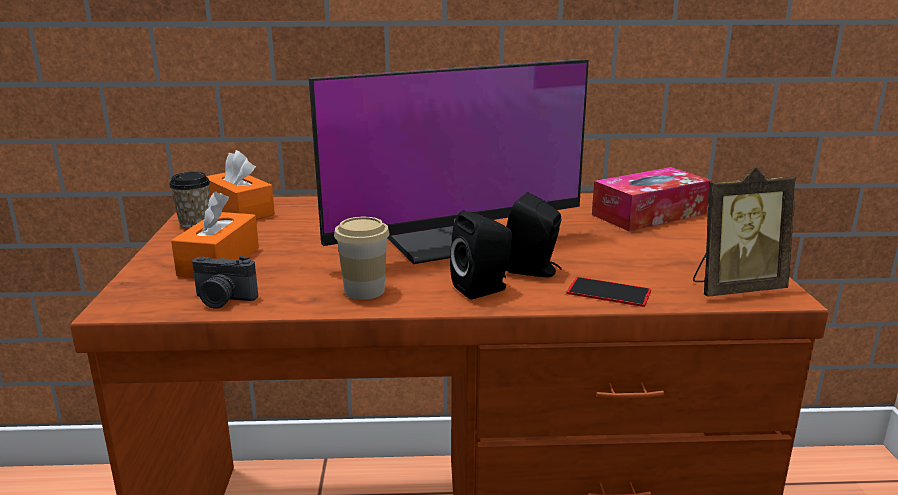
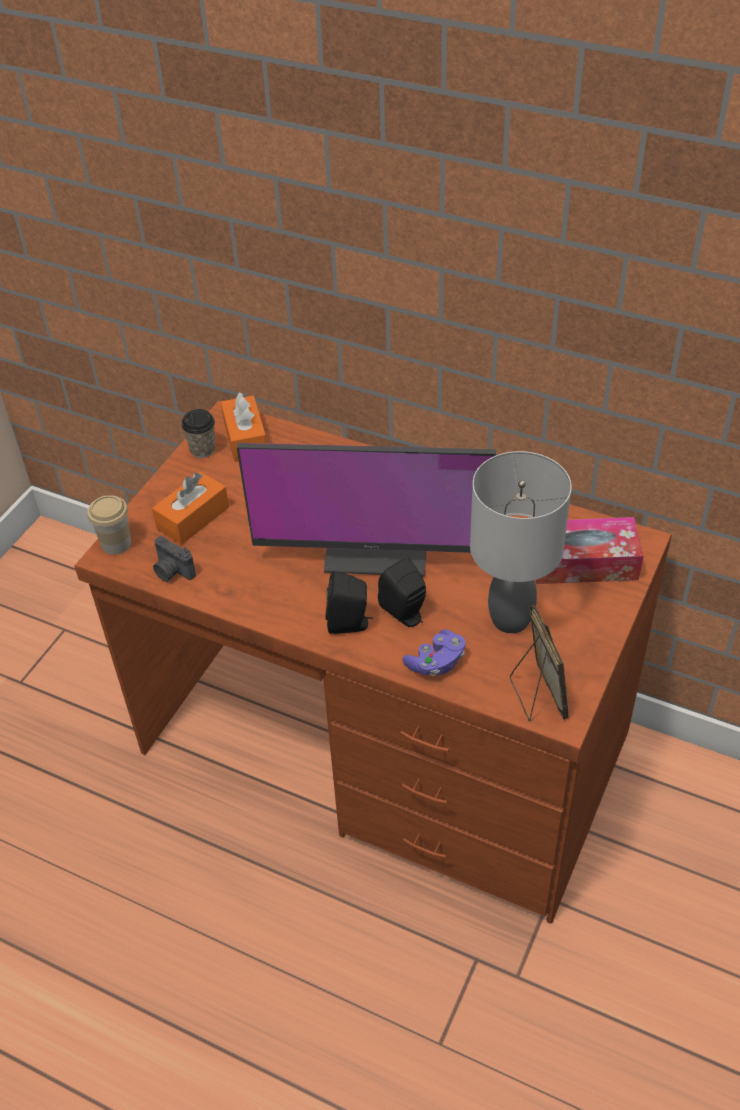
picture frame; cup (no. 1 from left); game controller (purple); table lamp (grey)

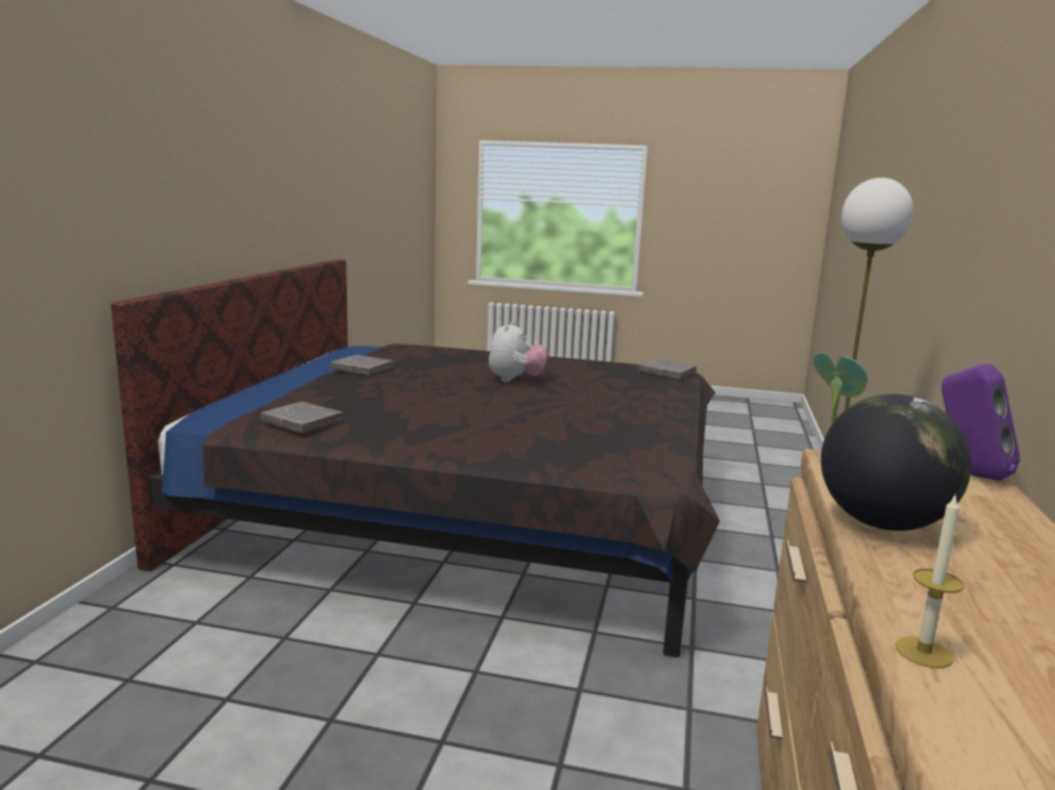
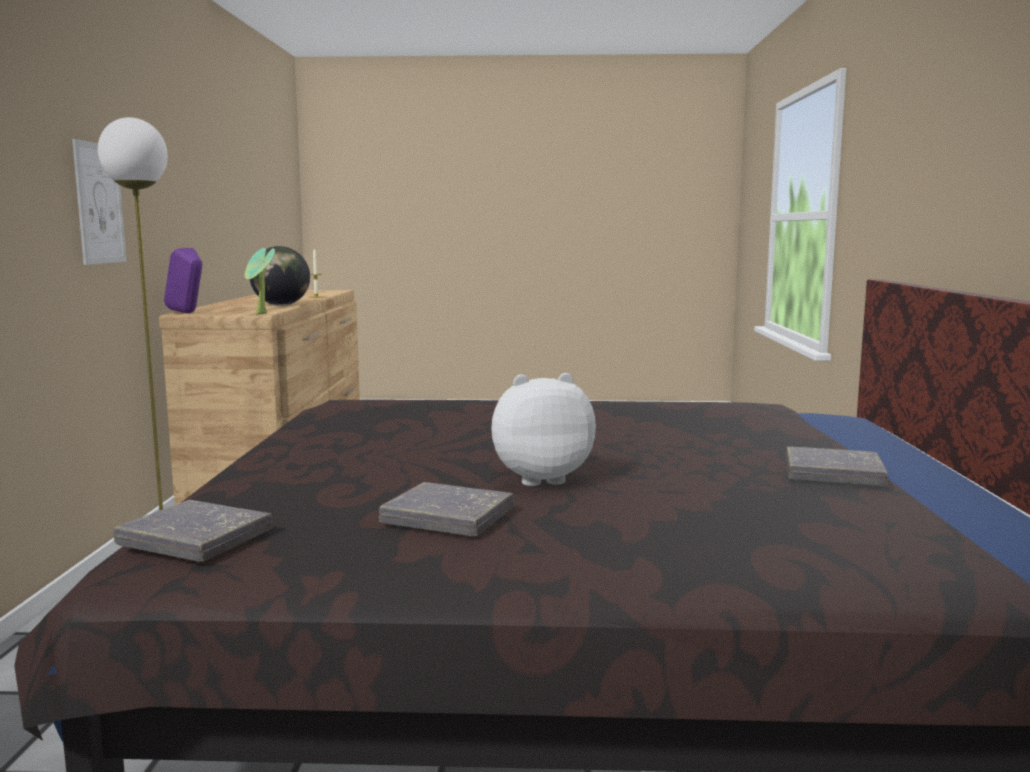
plush toy; book (grey) (no. 2 from left); picture

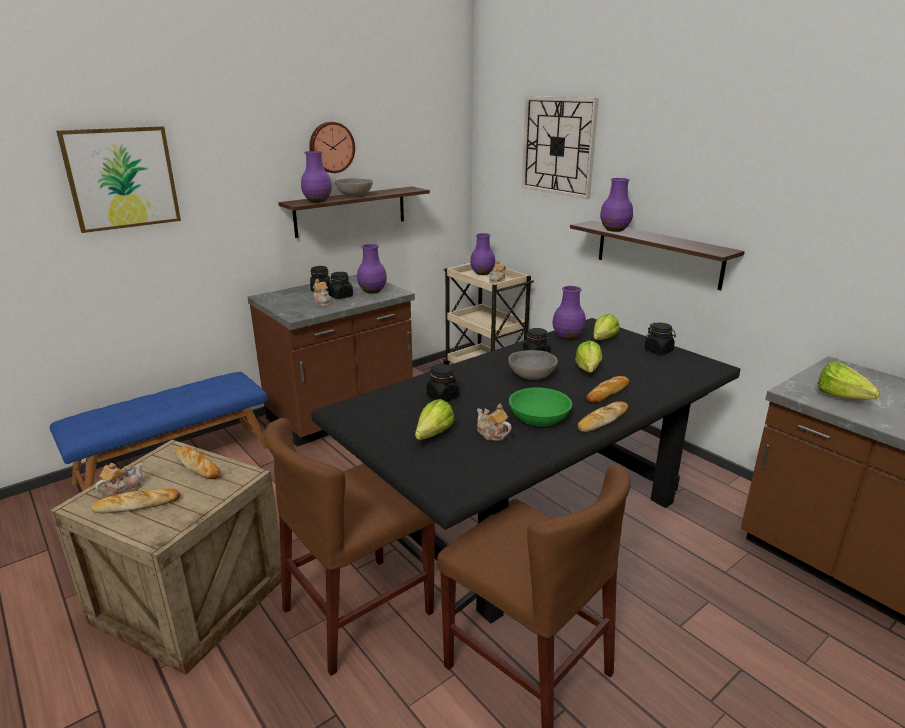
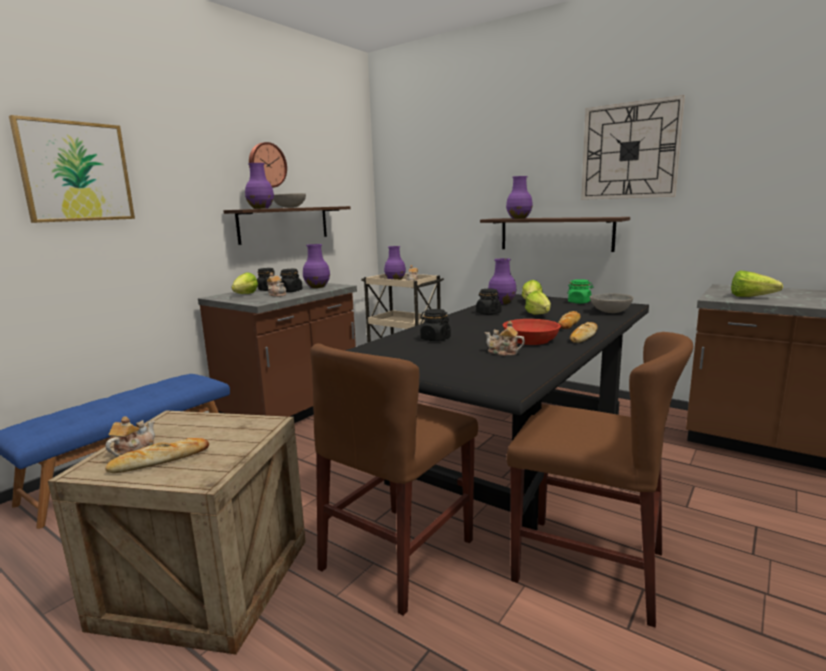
wall clock (no. 2 from left); jar (green); bowl (grey) (no. 2 from left); bowl (red); lettuce (no. 1 from left); bread (no. 2 from left in the first image)

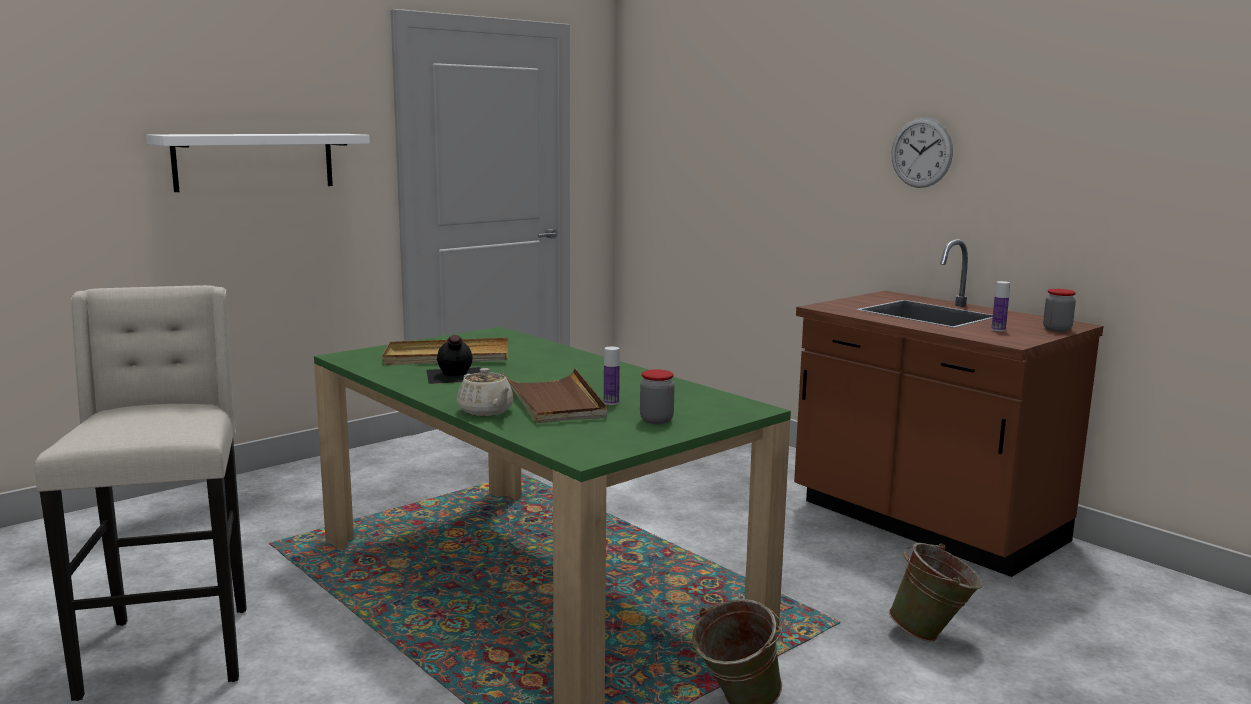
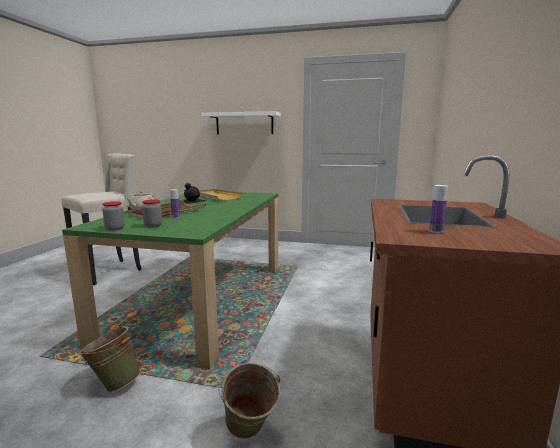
wall clock; jar (no. 1 from left)

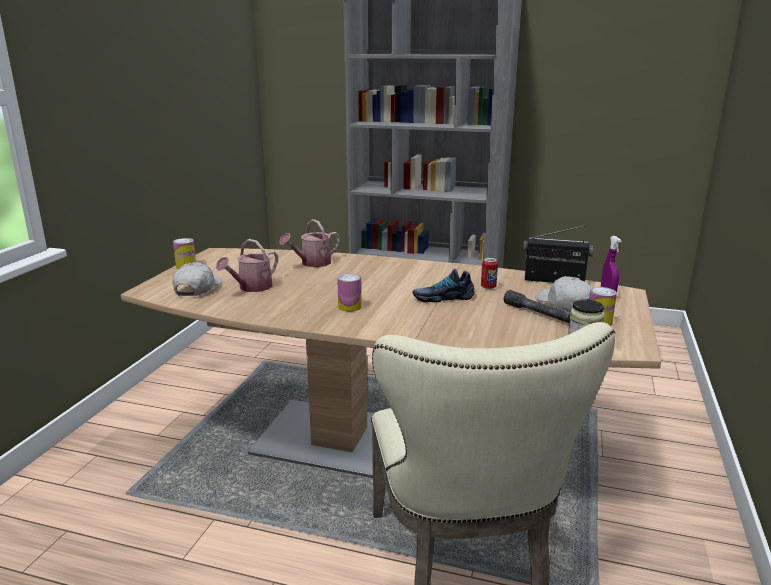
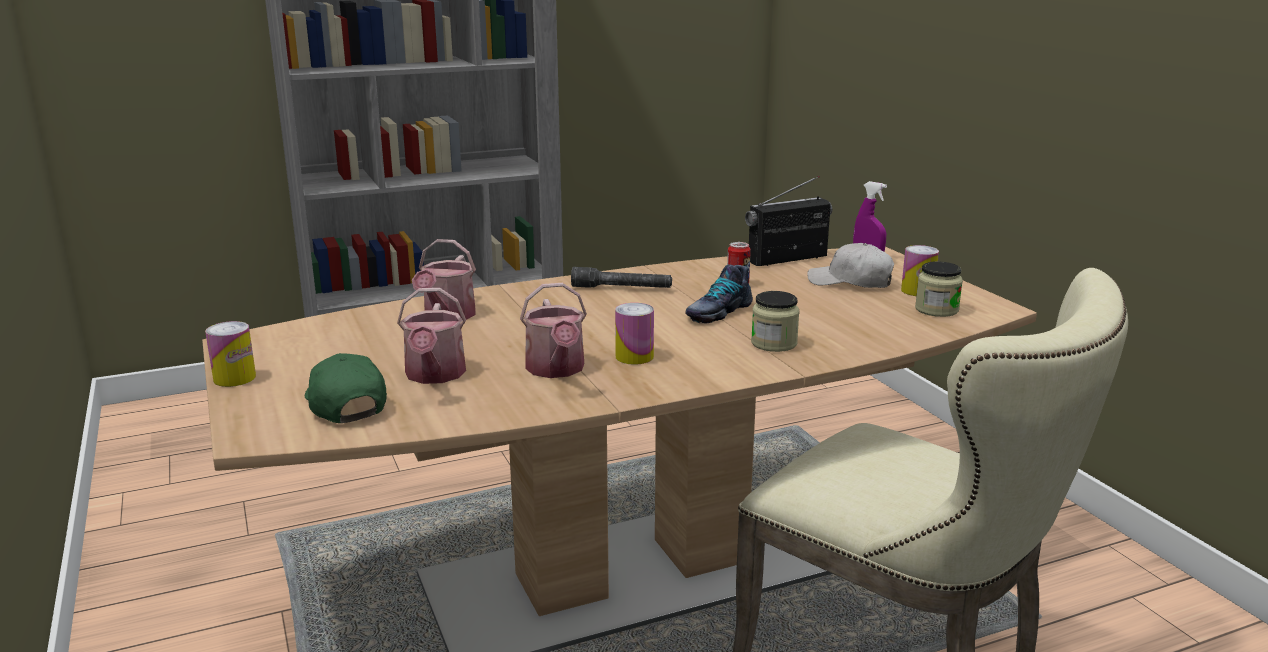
cap (green); flashlight (grey); watering can (no. 3 from left); jar (no. 1 from left)

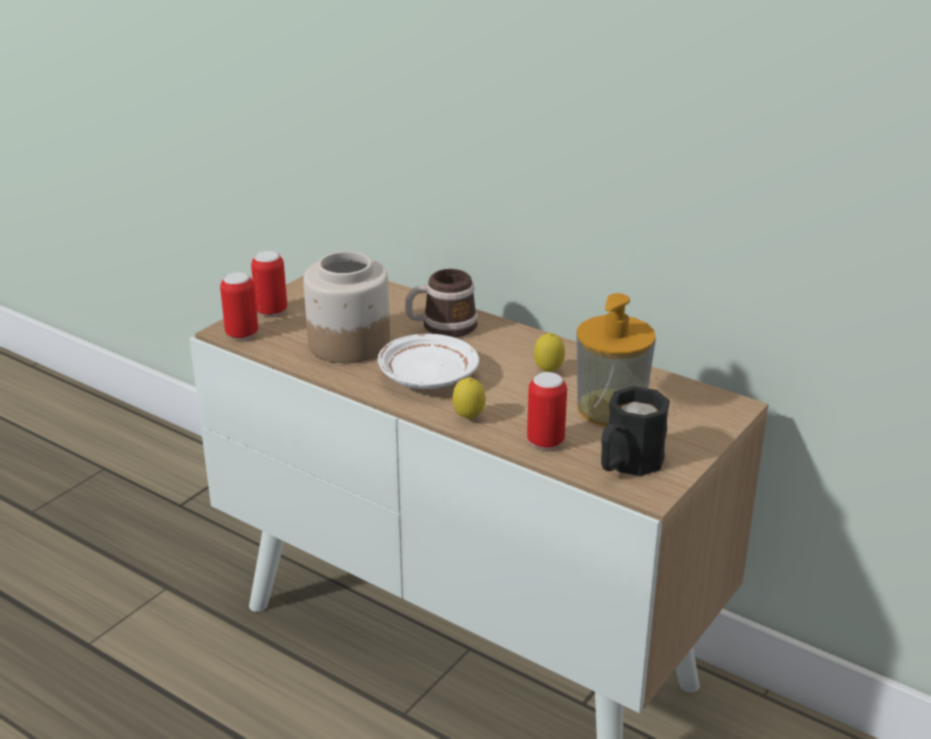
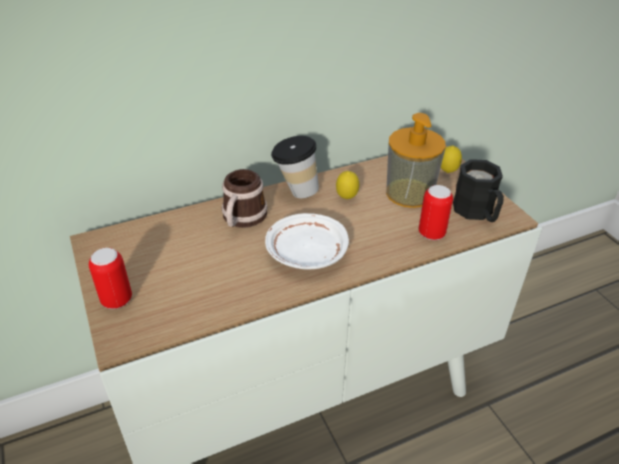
jar; can (no. 1 from left in the first image); lemon (no. 2 from left); cup

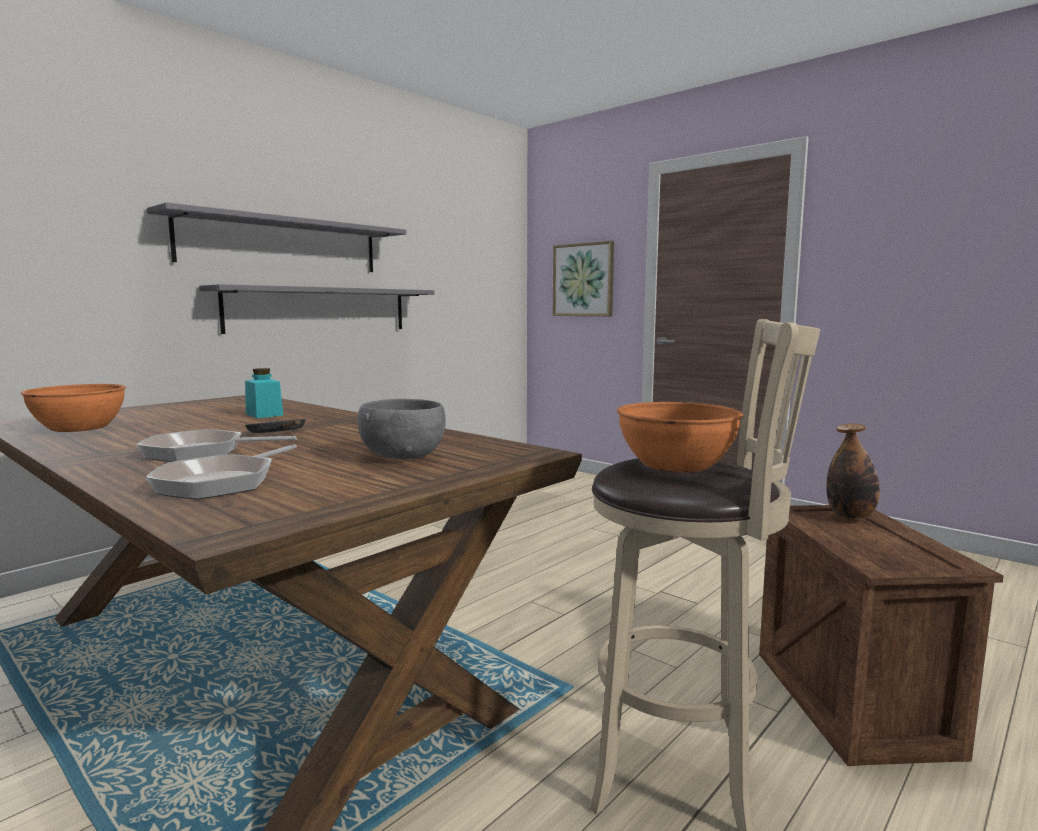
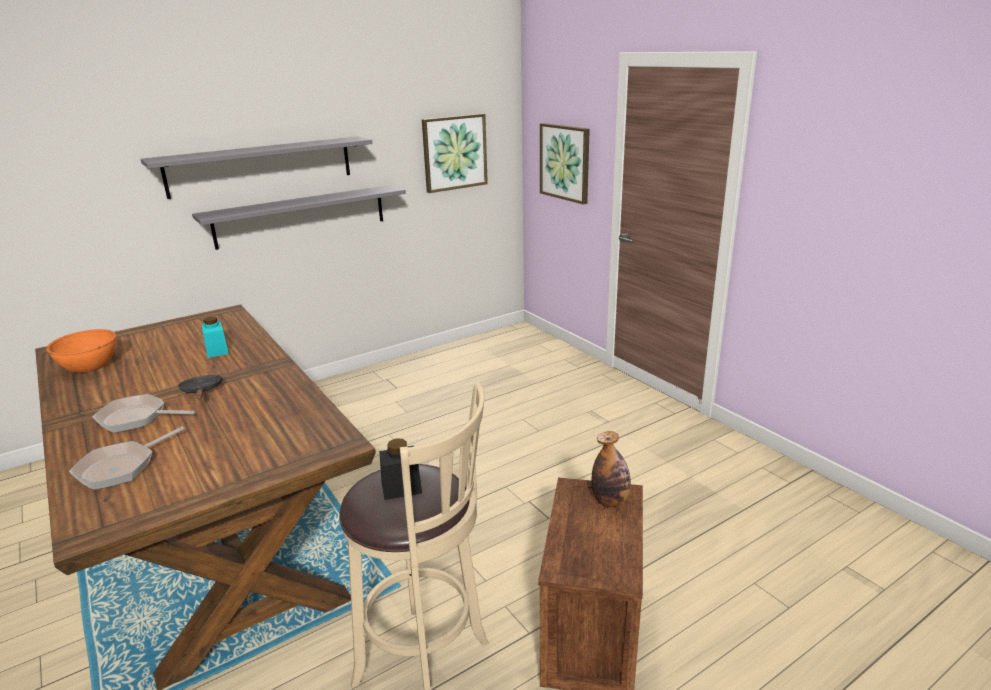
bowl (grey); jar (black); picture (no. 1 from left)

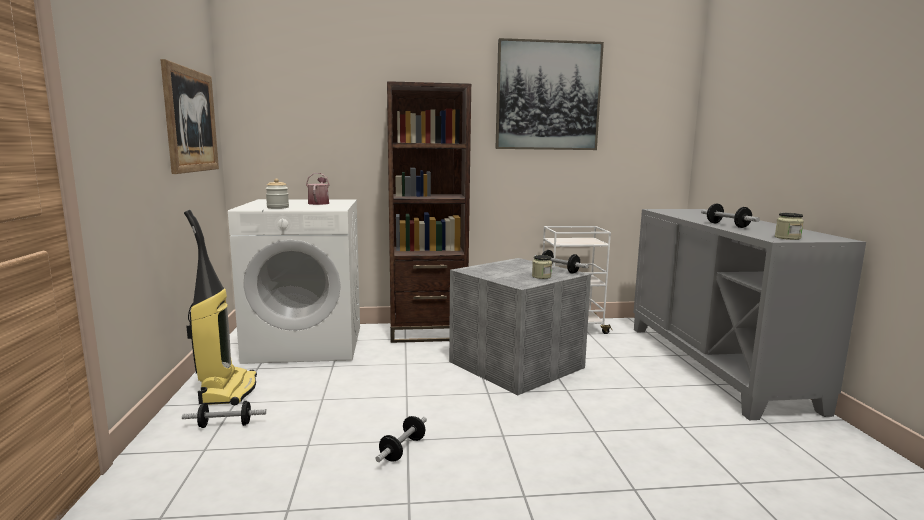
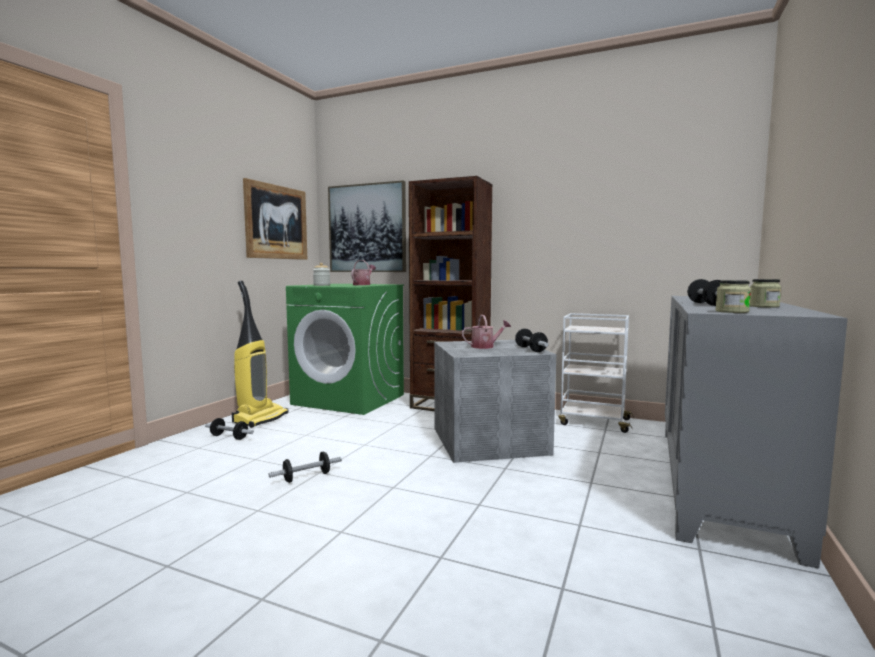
picture (no. 2 from left); washing machine (green); jar (no. 3 from left); watering can (no. 2 from left)

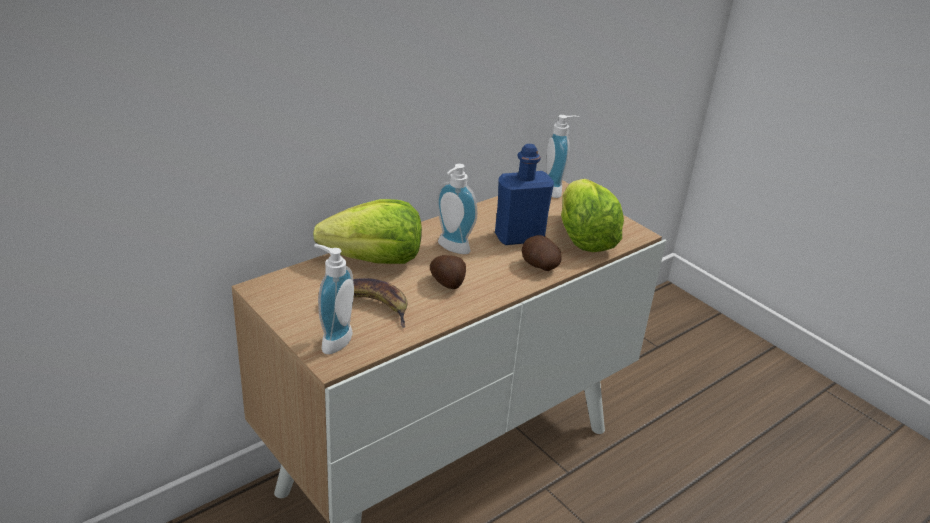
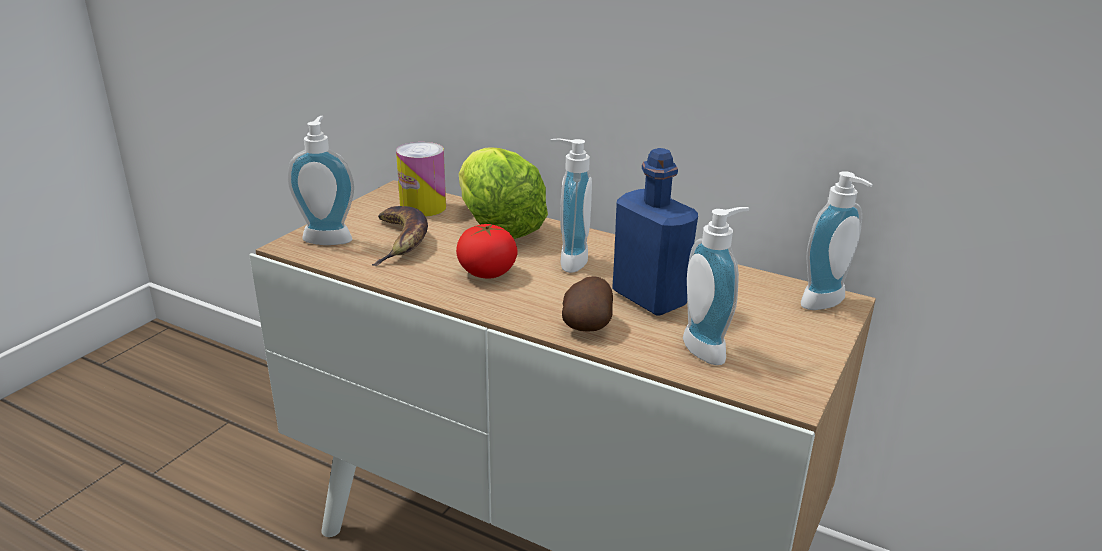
soap dispenser (no. 3 from left); tomato; can

